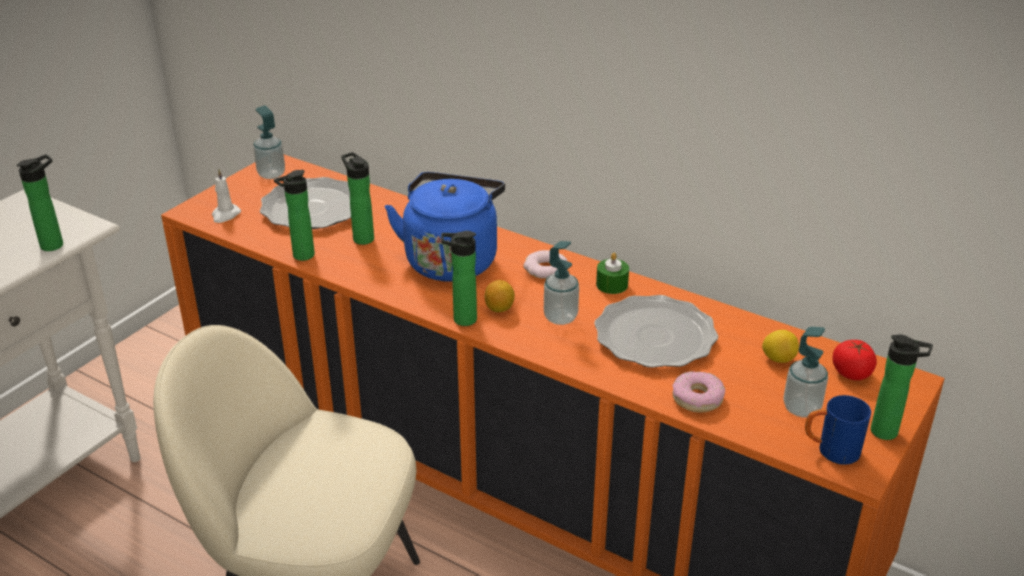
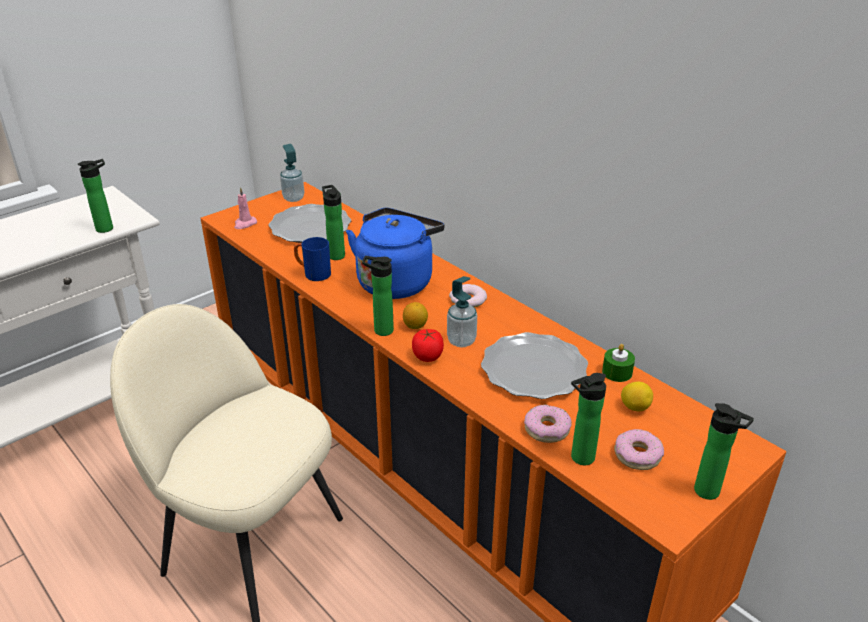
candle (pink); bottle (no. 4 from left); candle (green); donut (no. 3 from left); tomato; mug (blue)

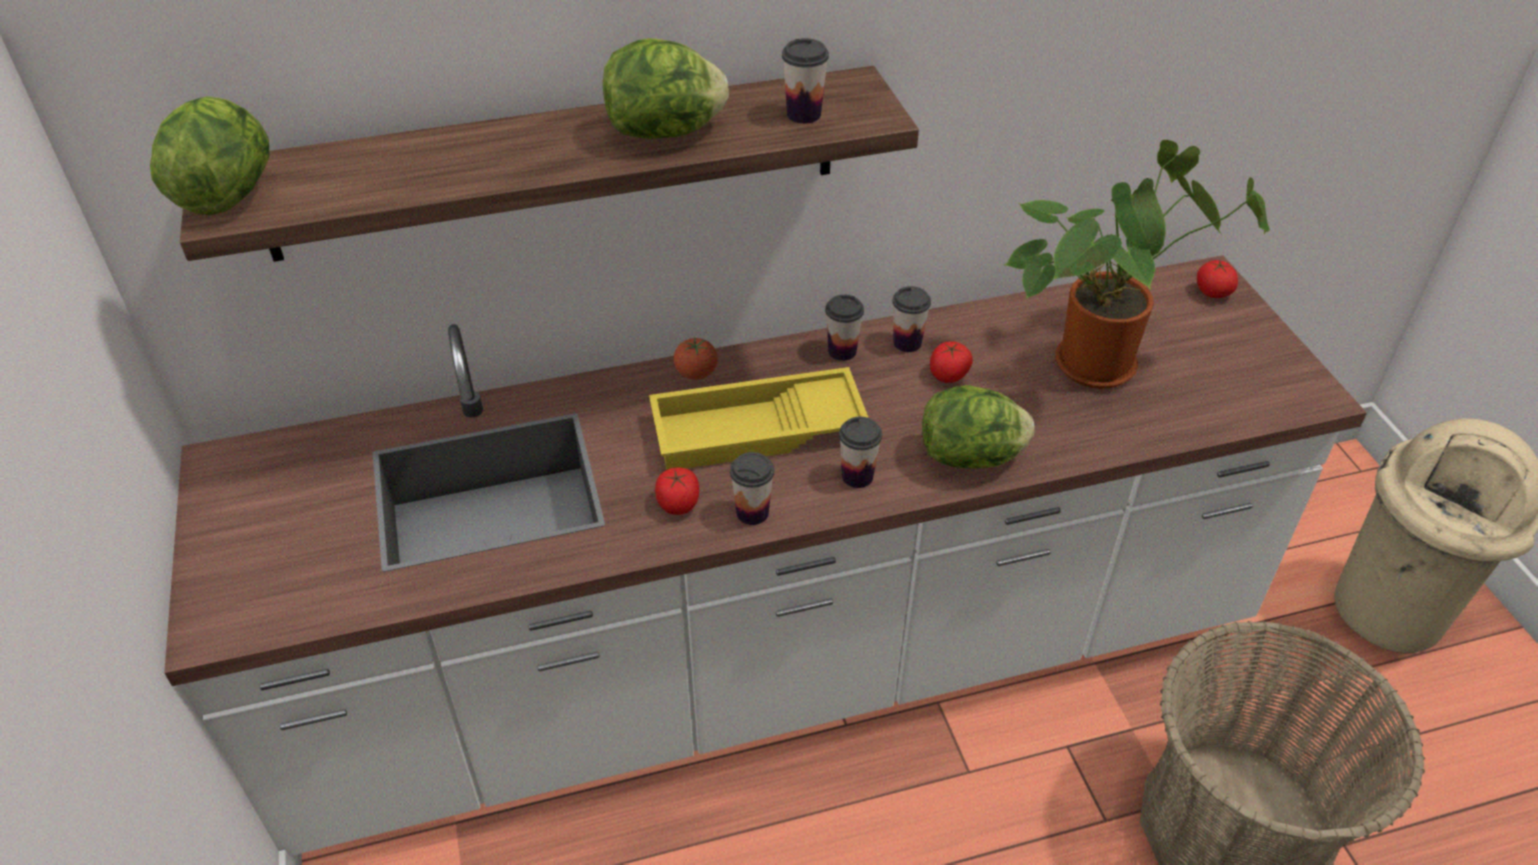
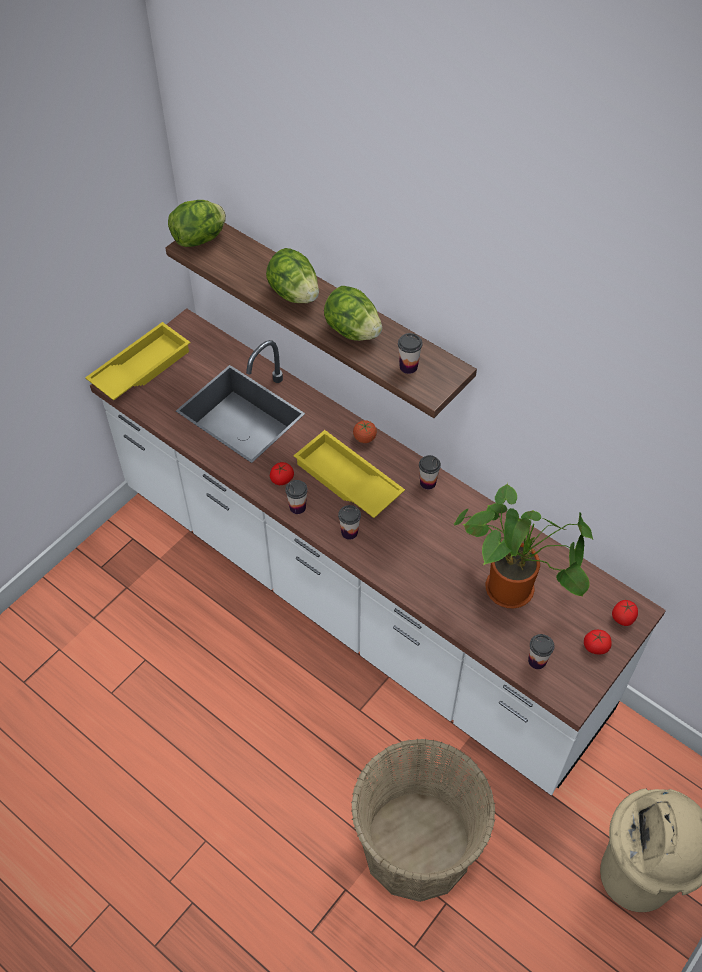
cup (no. 5 from left); tomato (no. 3 from left); lettuce (no. 2 from left); tray (yellow) (no. 1 from left)

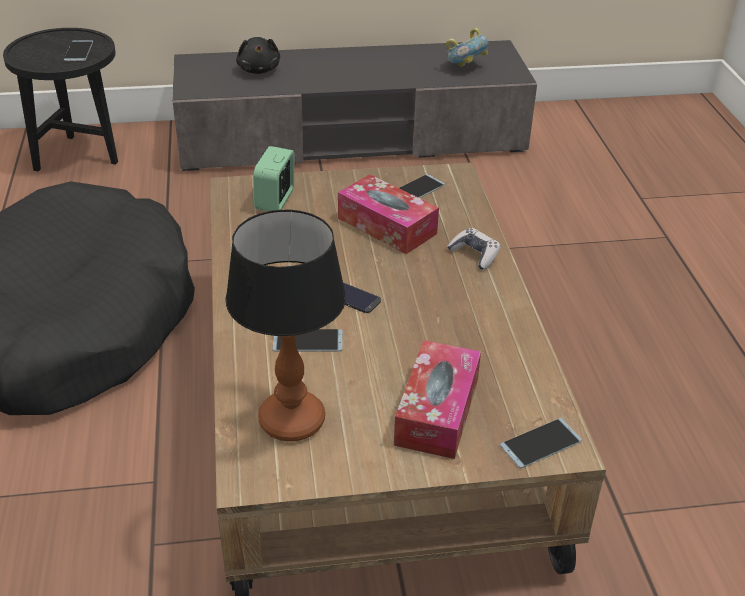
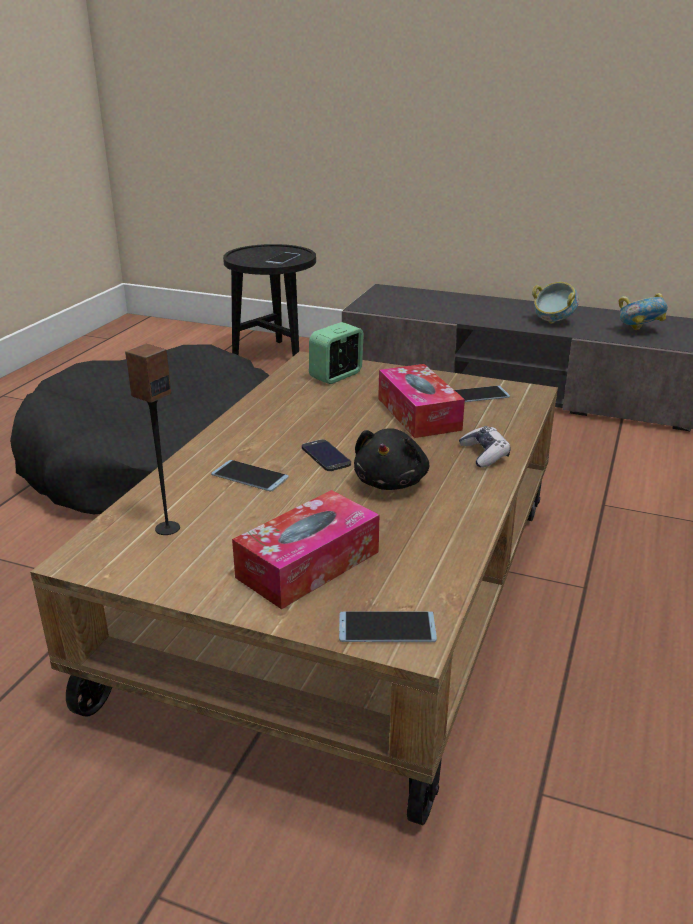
plush toy (black); speaker; bowl (no. 1 from left)

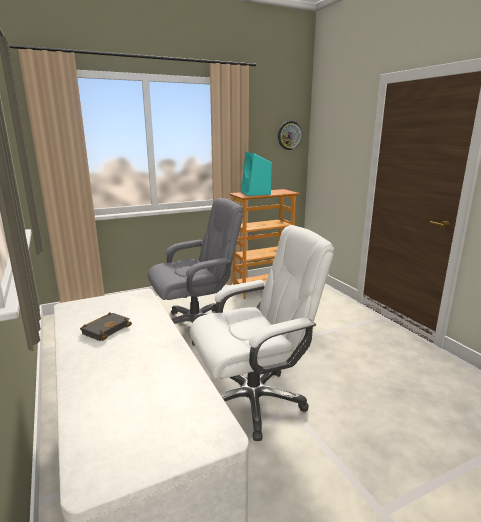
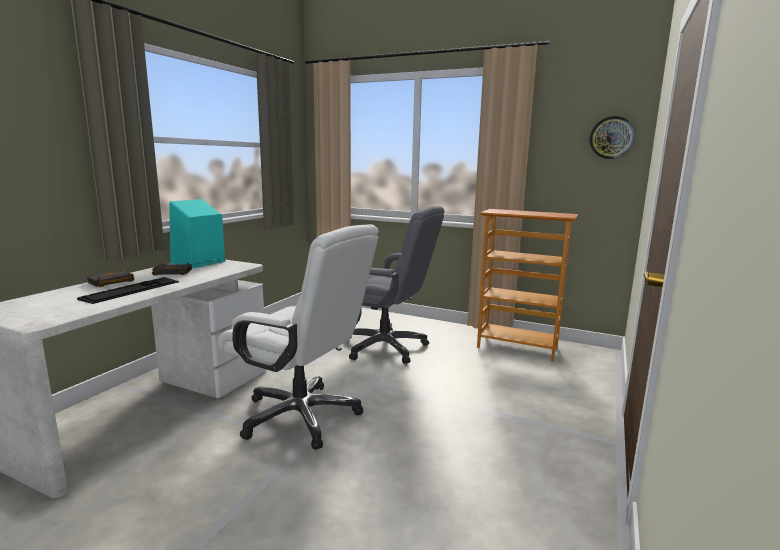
speaker (turquoise); book (black) (no. 1 from left); keyboard

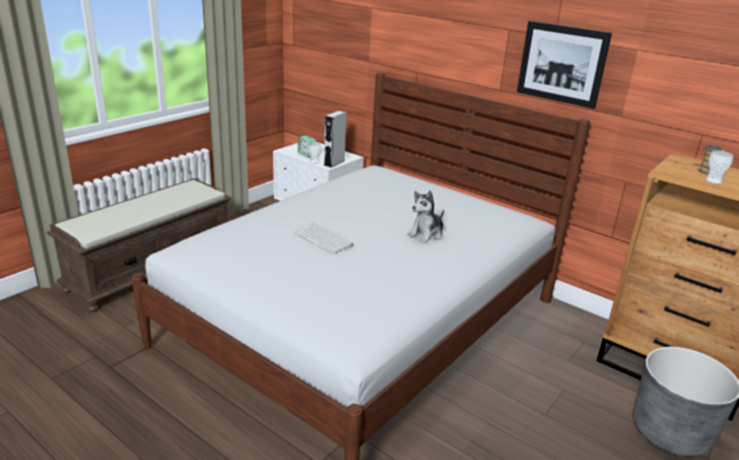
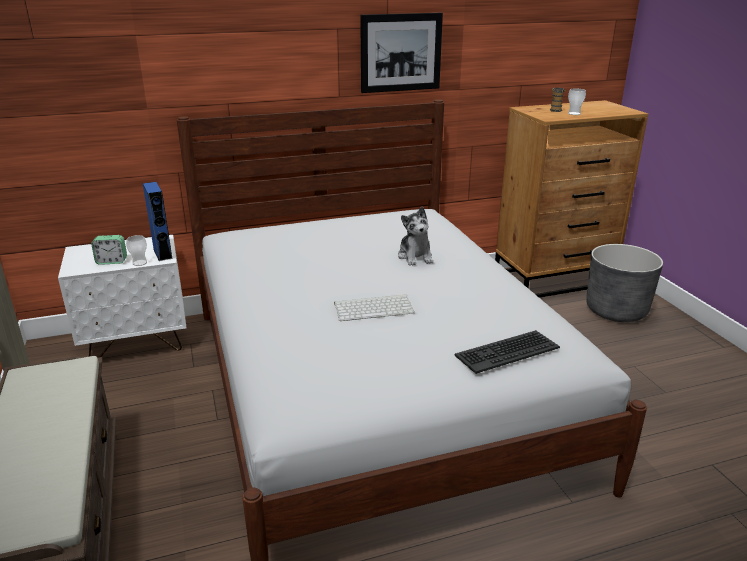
speaker (blue); keyboard (no. 2 from left)

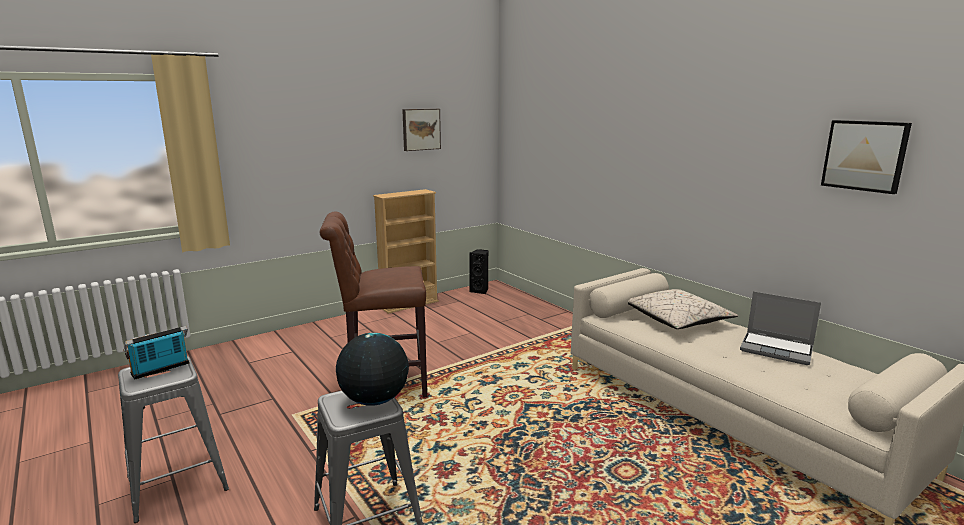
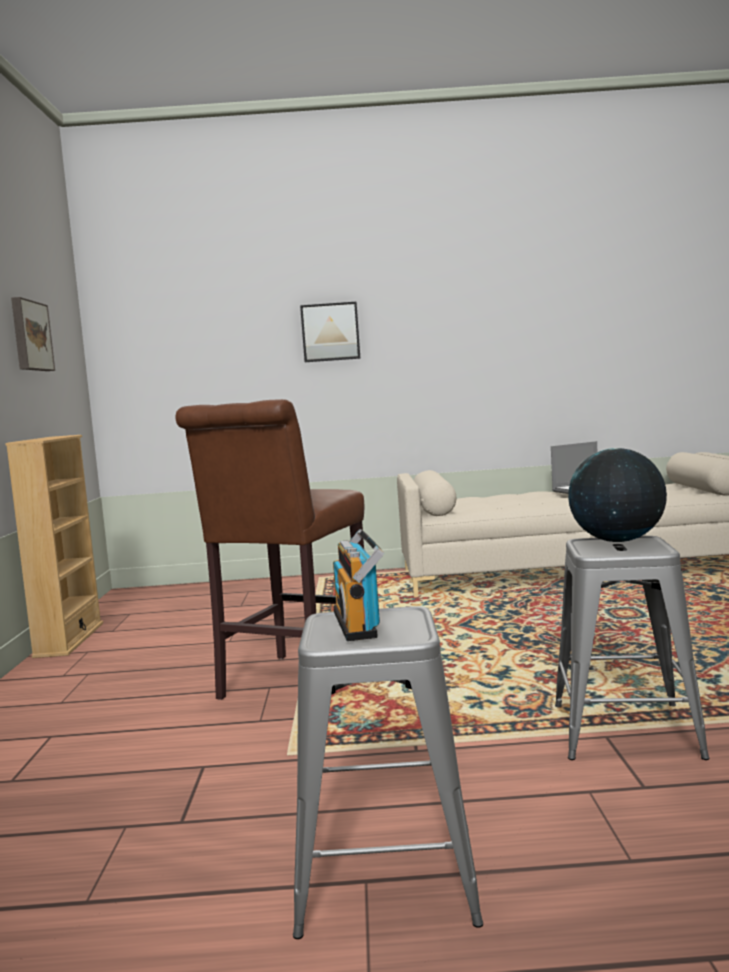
picture (no. 2 from left); speaker (black); pillow (beige)

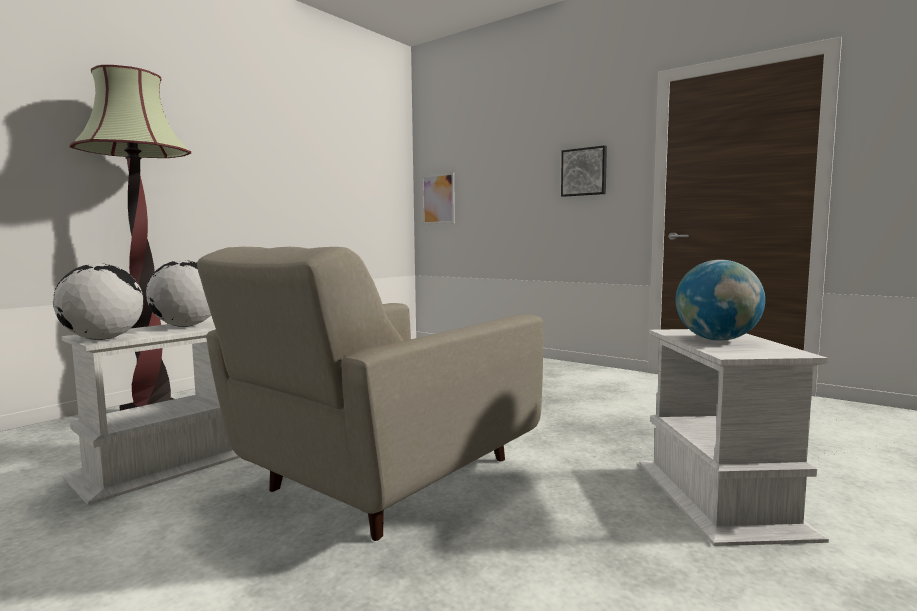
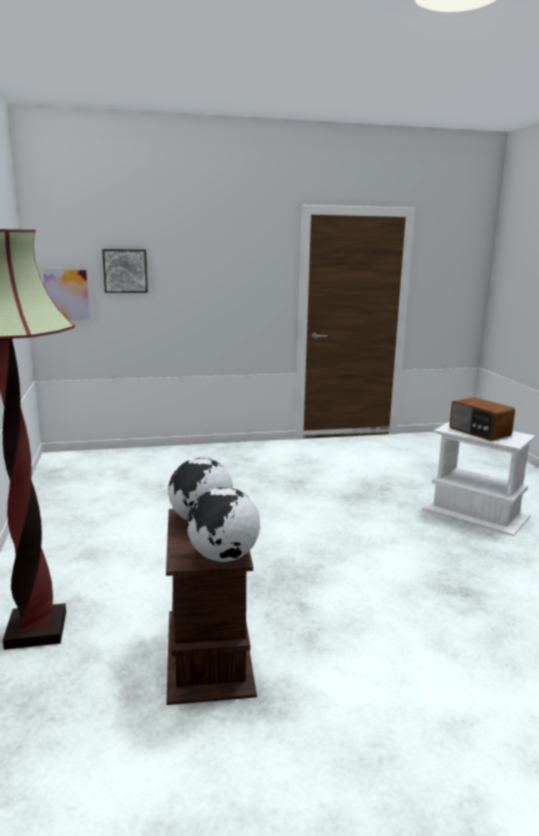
picture (no. 2 from left); armchair (beige); radio; side table (brown)

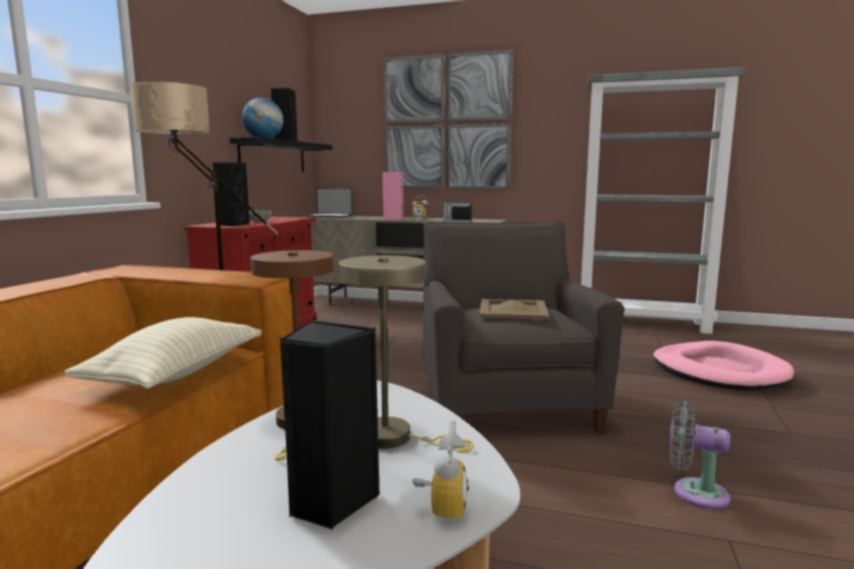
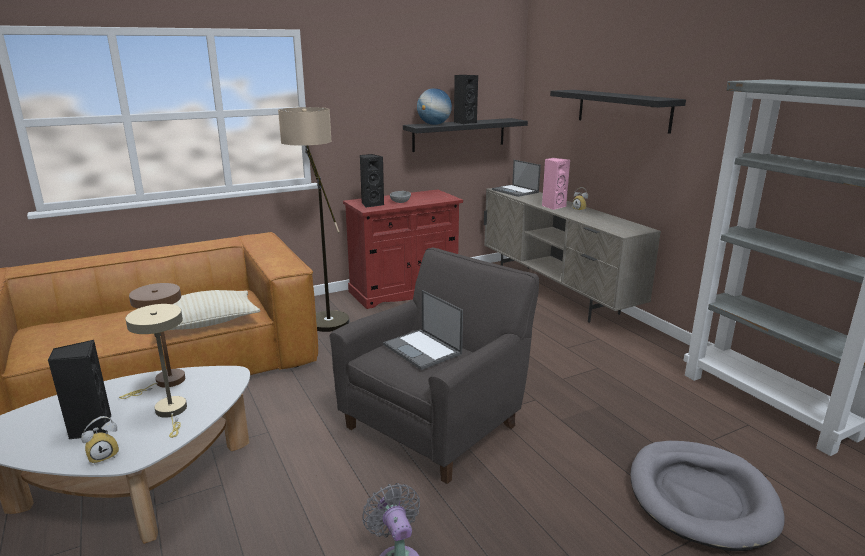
shelf (black) (no. 2 from left); radio; laptop (no. 1 from left); dog bed (grey)

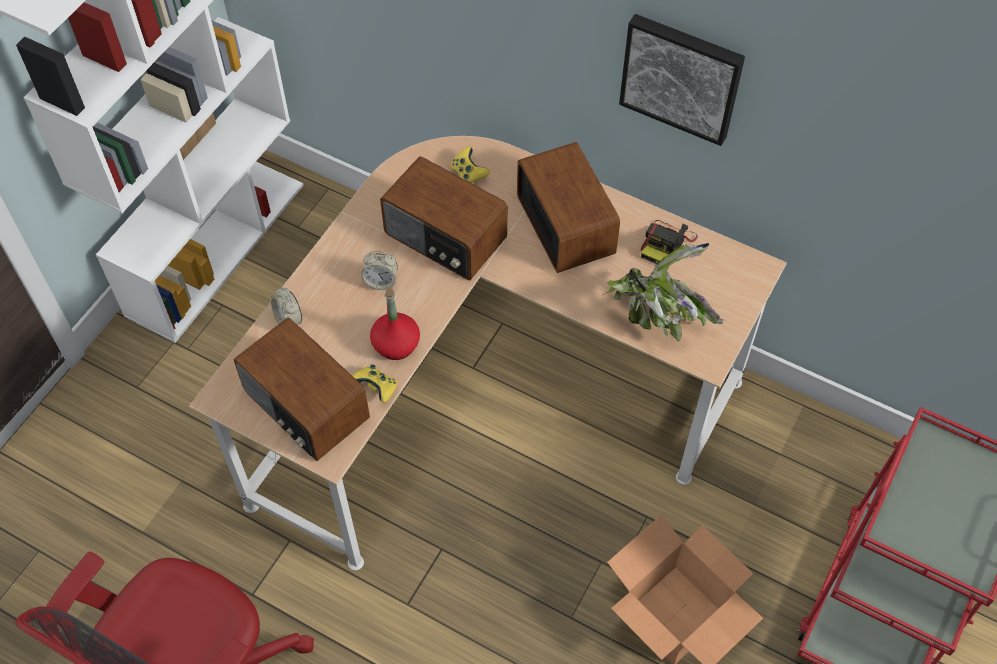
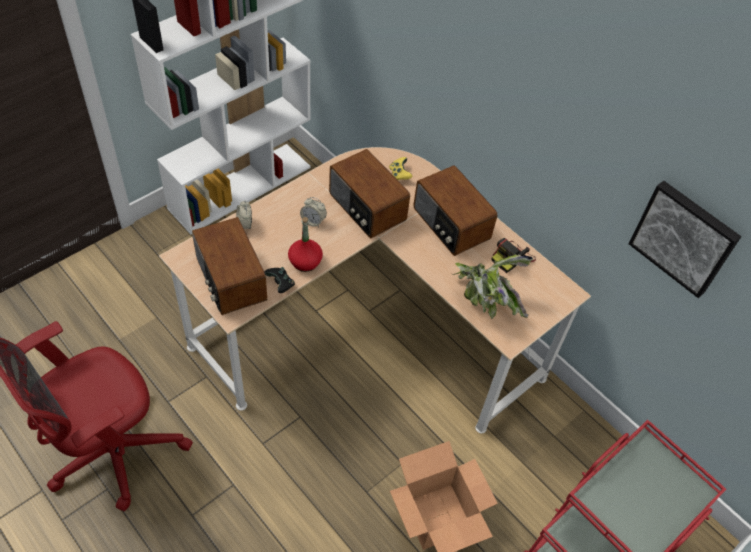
picture; radio (no. 3 from left); game controller (black)

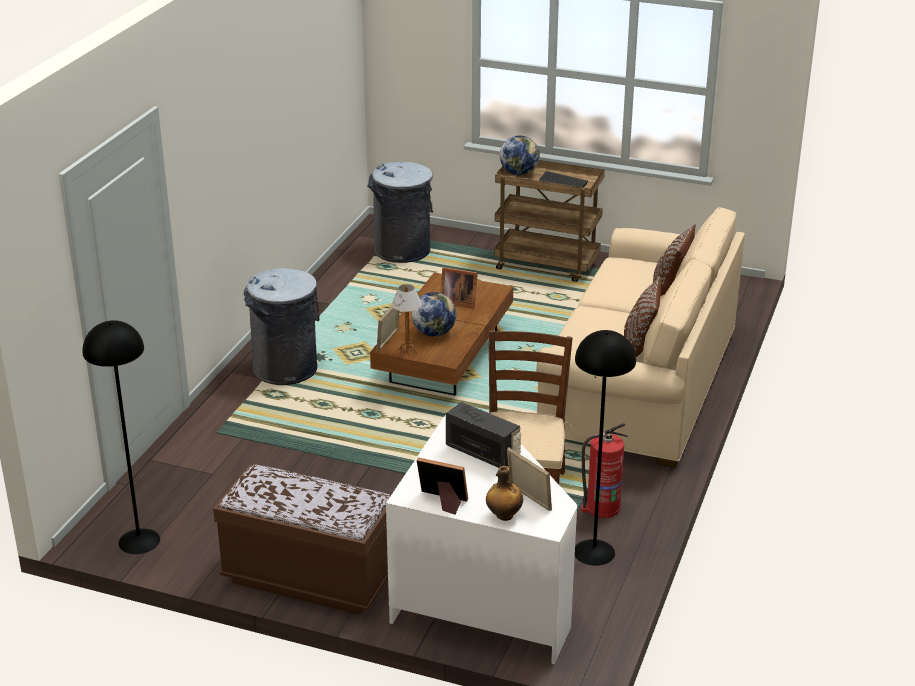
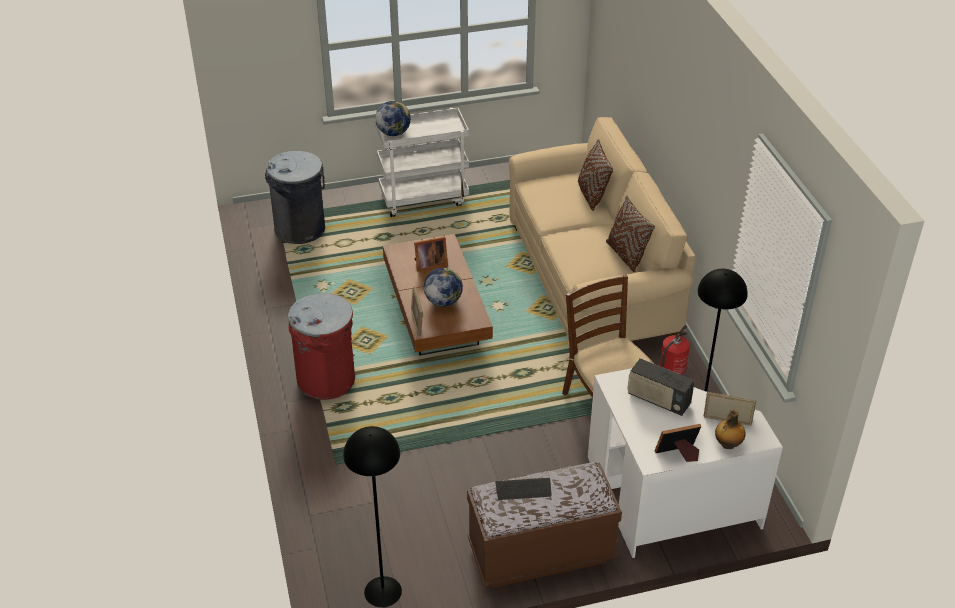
cart (white); keyboard; trash can (red); table lamp; radio

